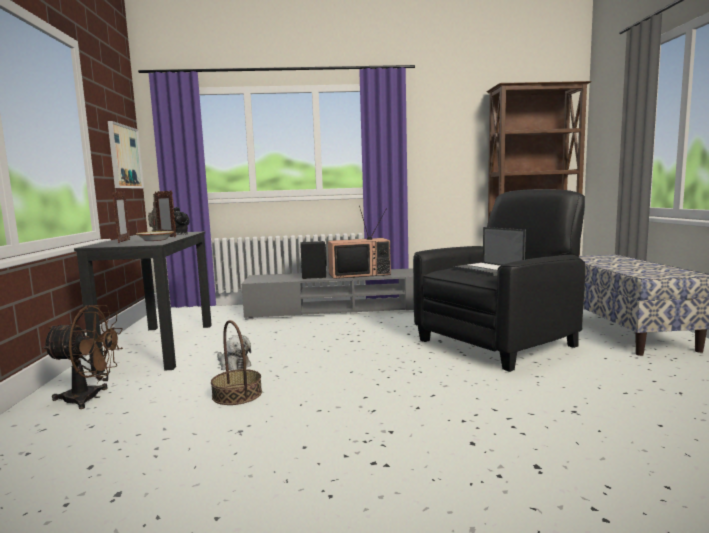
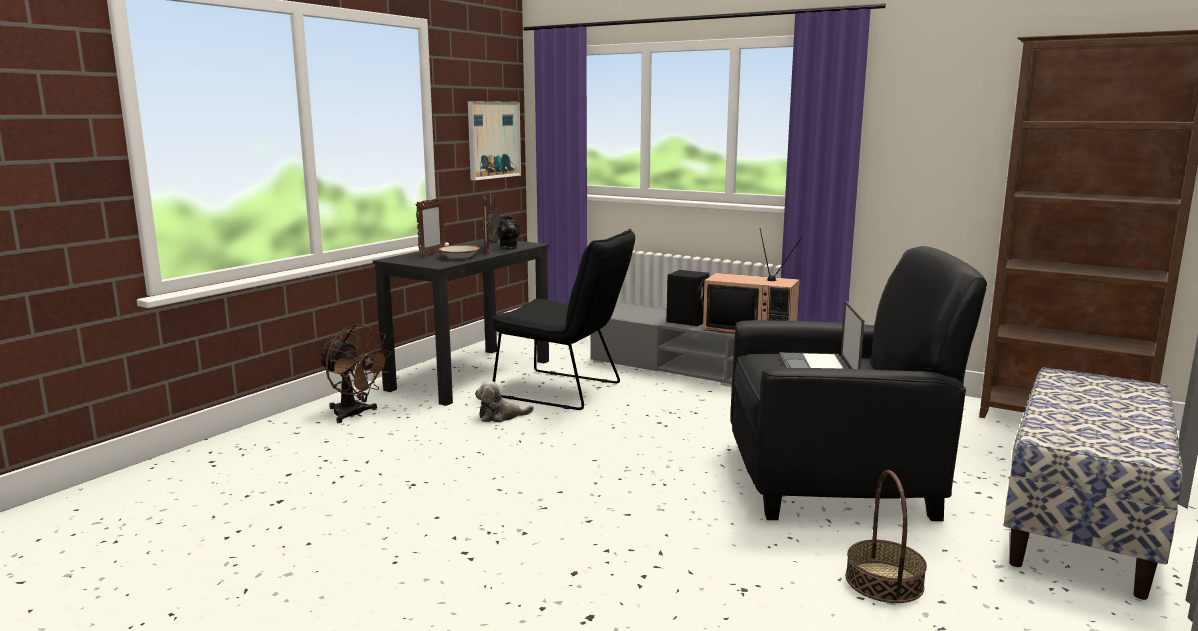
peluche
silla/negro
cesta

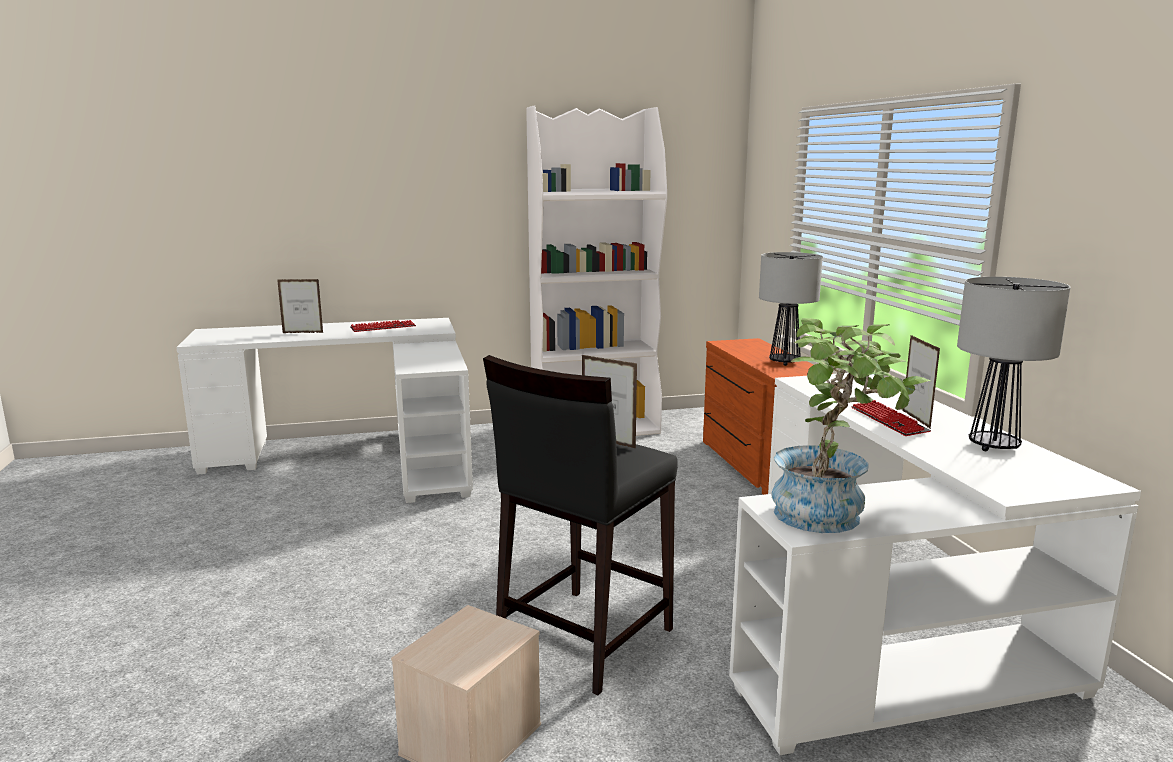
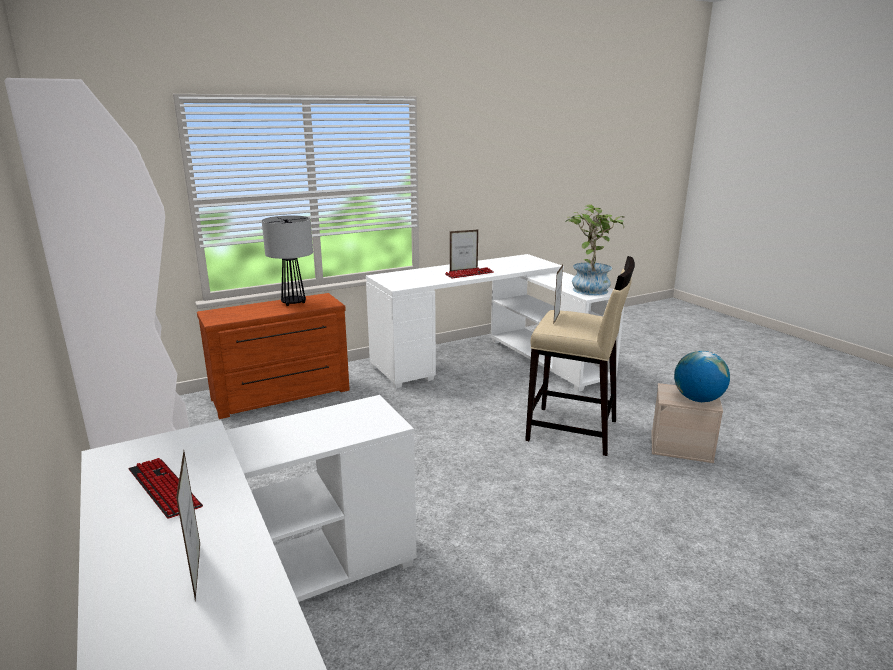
taburete/beis
globo terráqueo
lámpara de mesa (2nd from left in the first image)

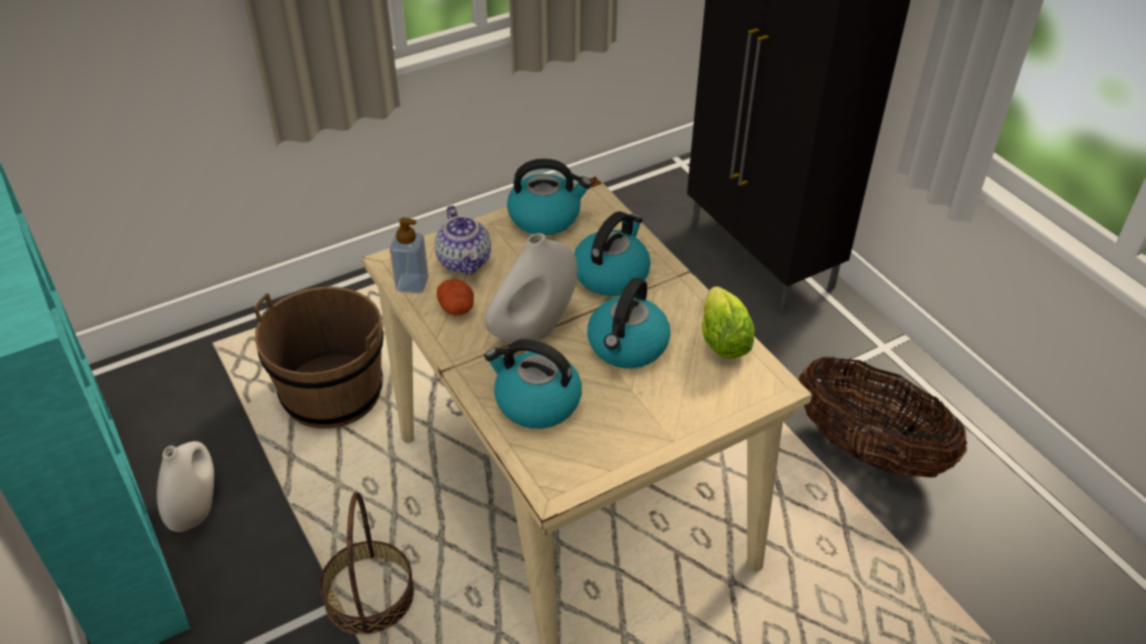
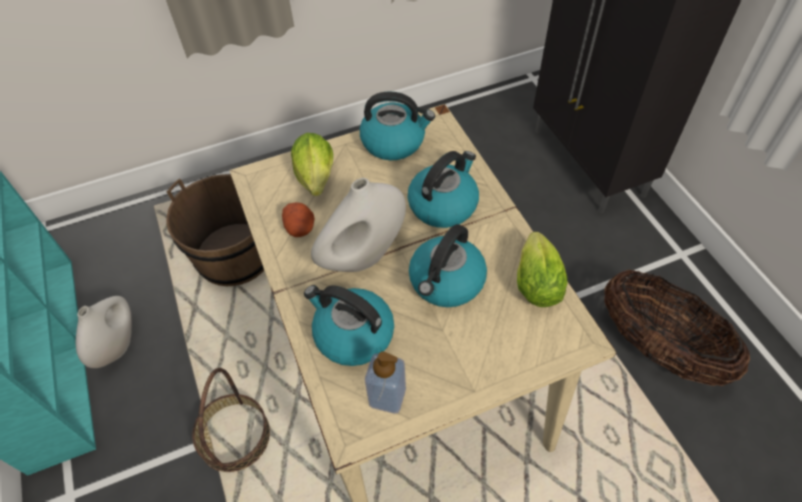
lechuga (1st from left)
dispensador de jabón

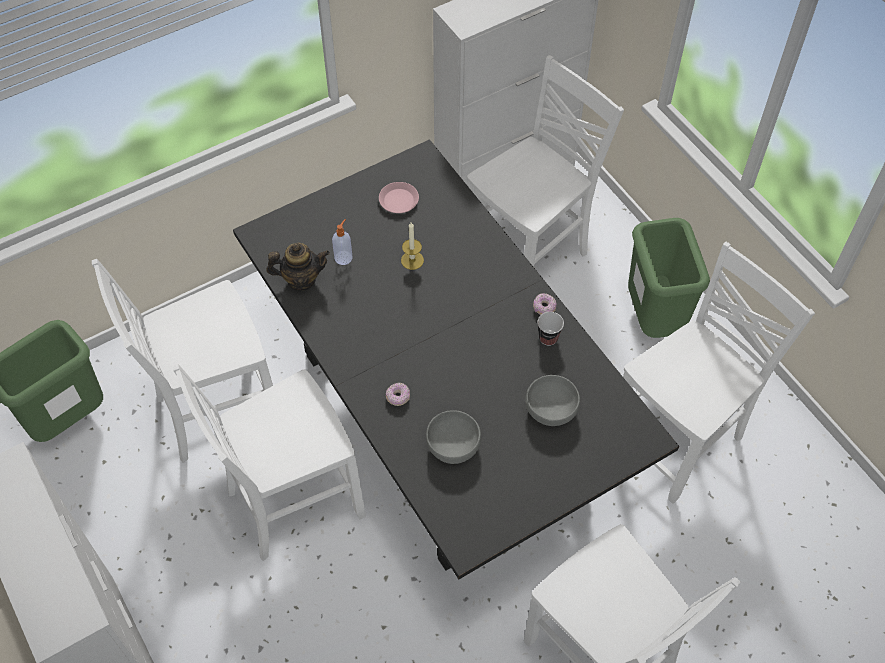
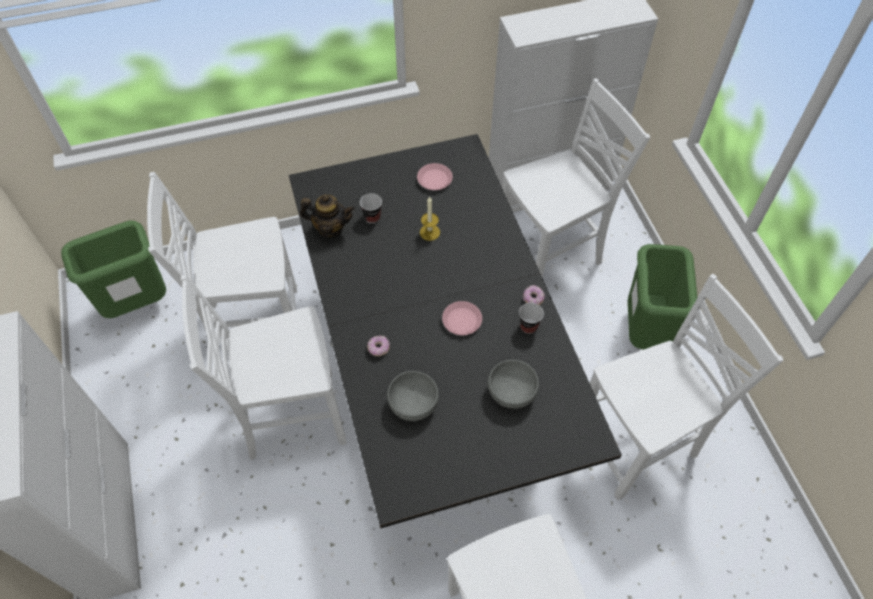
taza (1st from left)
plato/rosa (2nd from left)

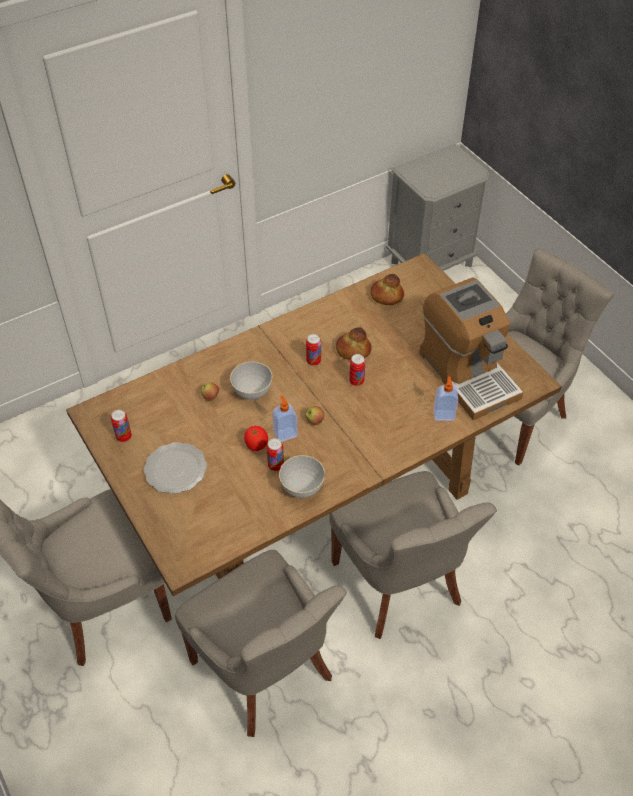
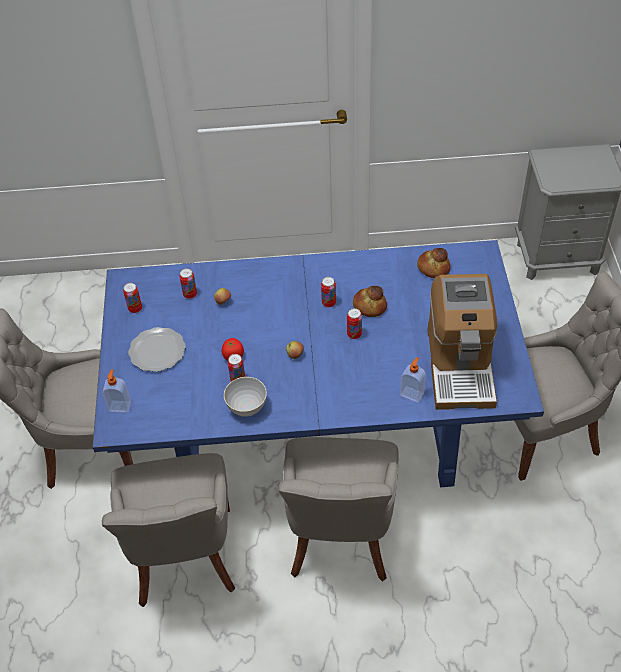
mesa de comedor/azul
dispensador de jabón (1st from left)
lata (2nd from left)
cuenco/gris (1st from left in the first image)

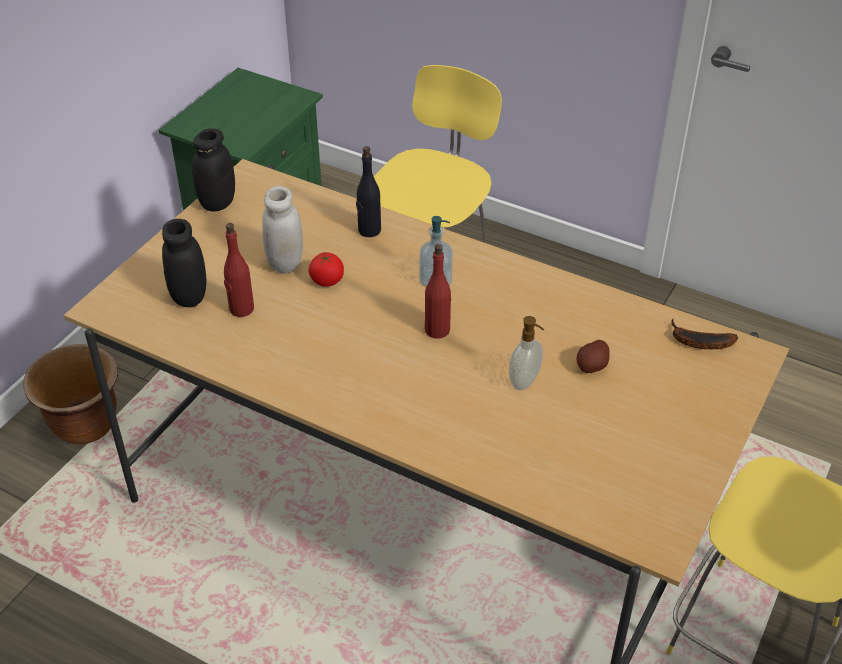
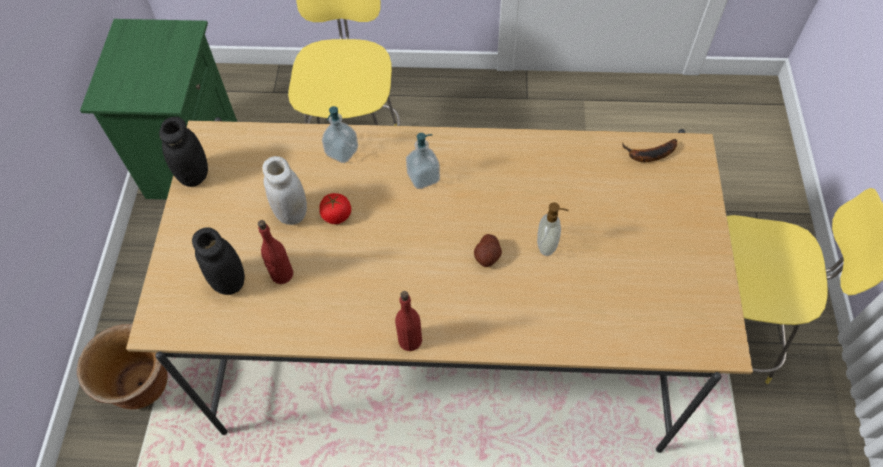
dispensador de jabón (1st from left)
botella/rojo (2nd from left)
patata

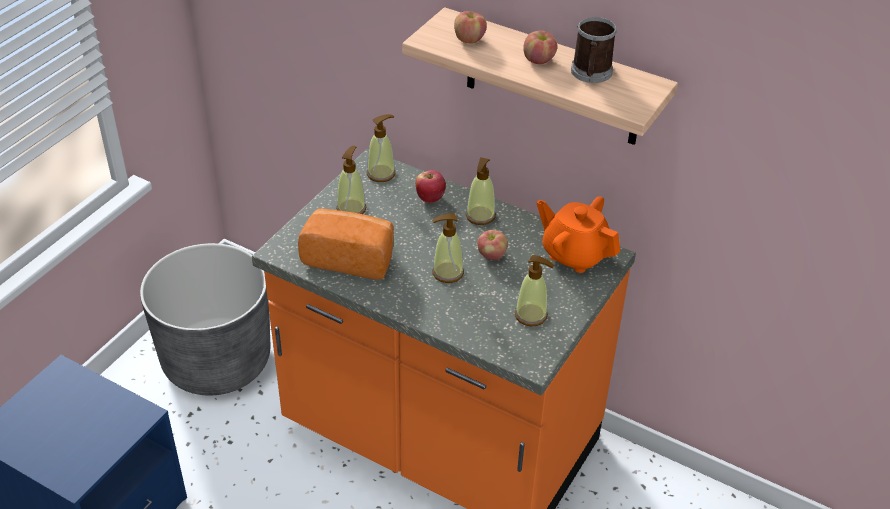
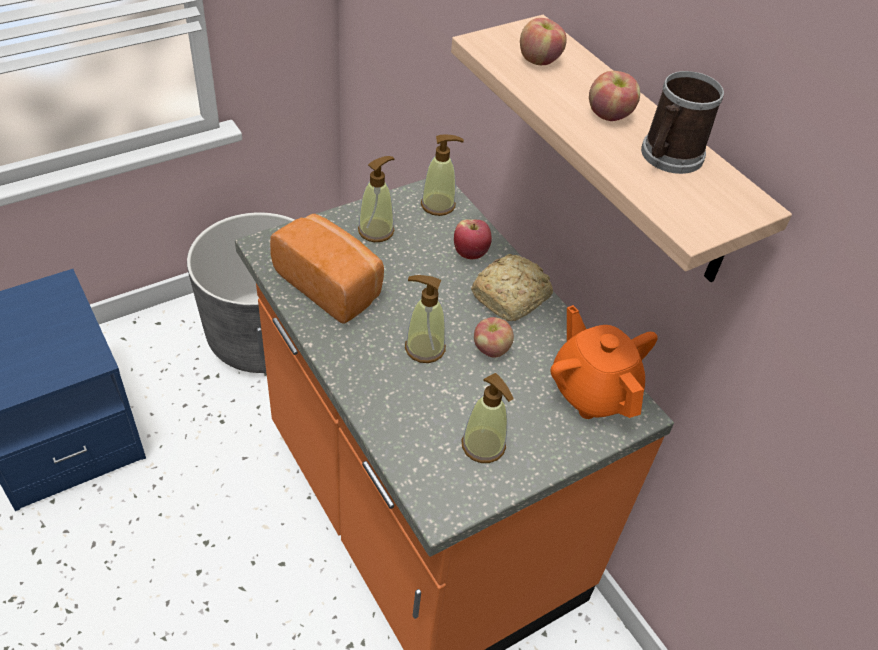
pan (2nd from left)

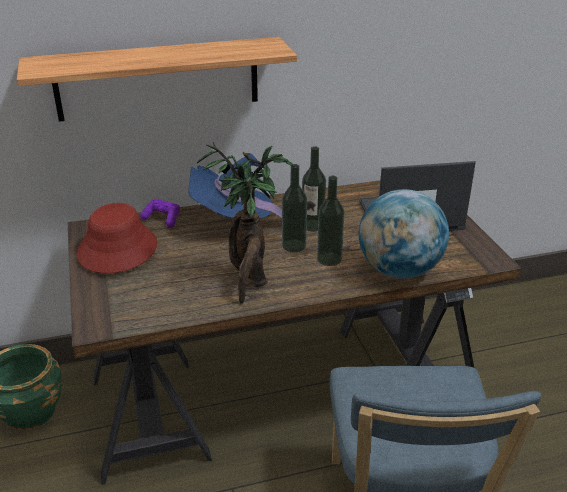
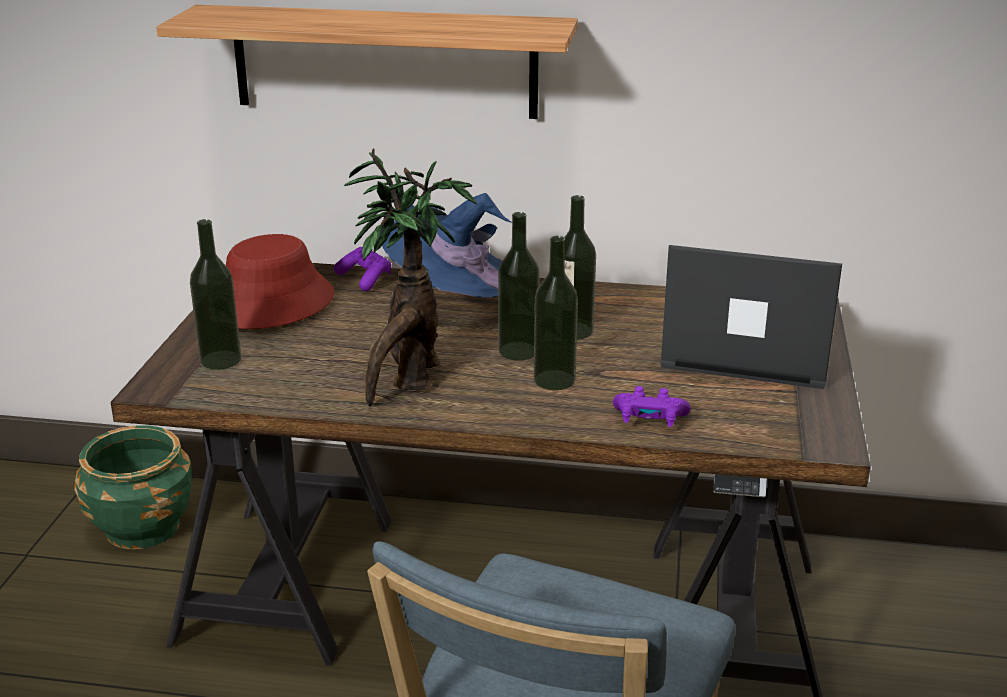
botella (1st from left)
mando de consola/morado (2nd from left)

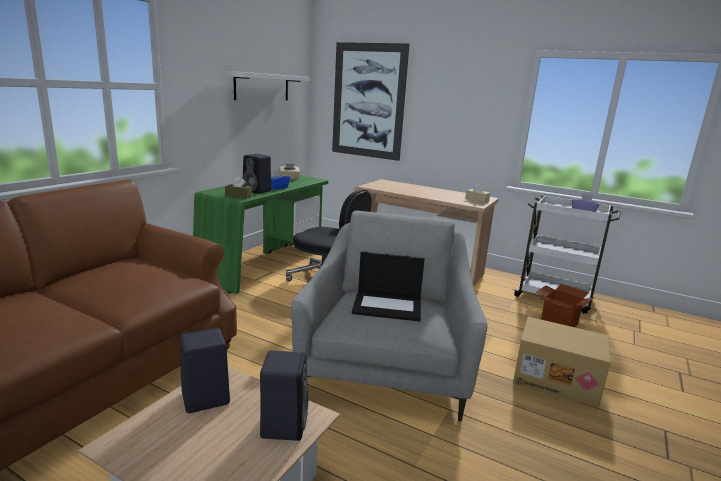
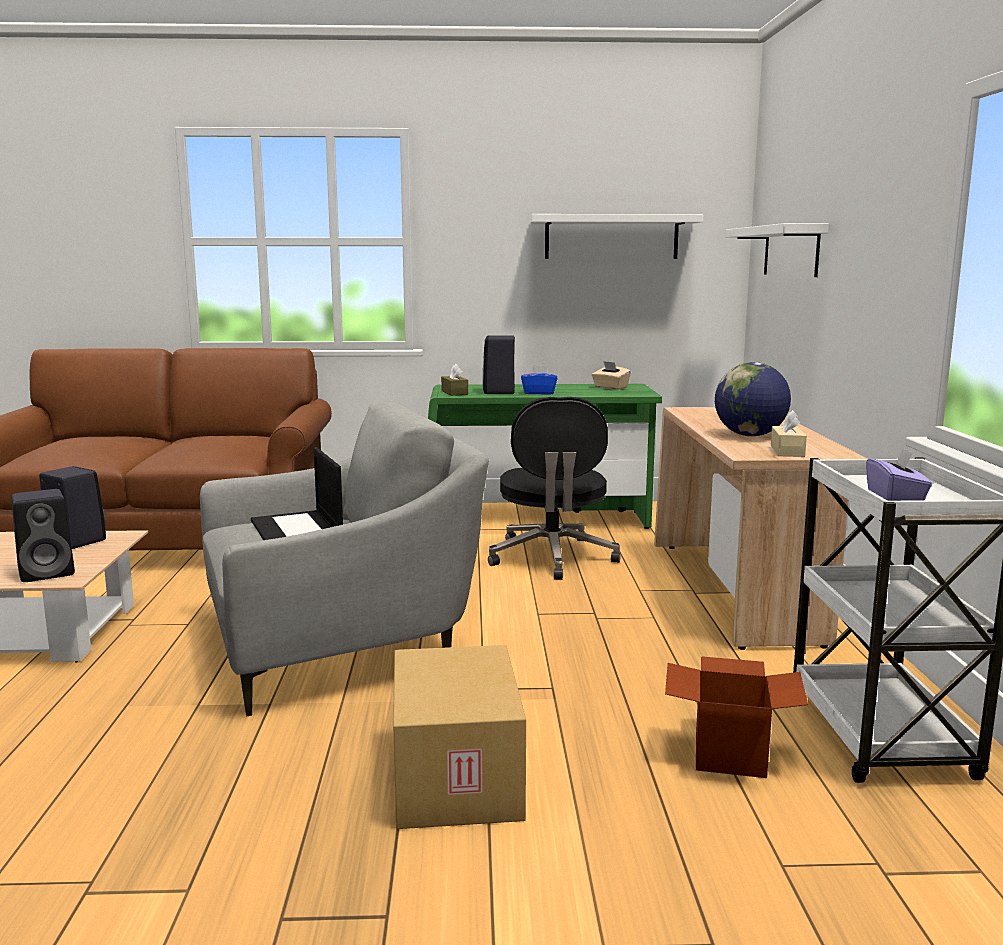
globo terráqueo
estante/blanco (2nd from left)

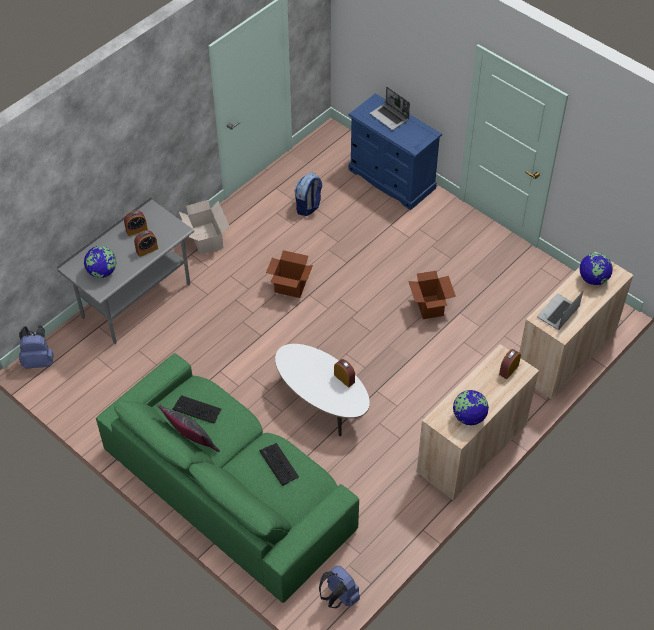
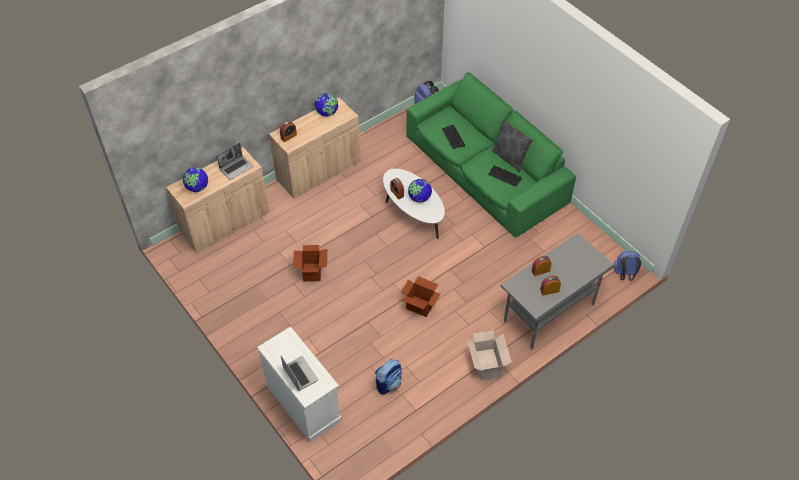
cómoda/blanco
globo terráqueo (3rd from left)

